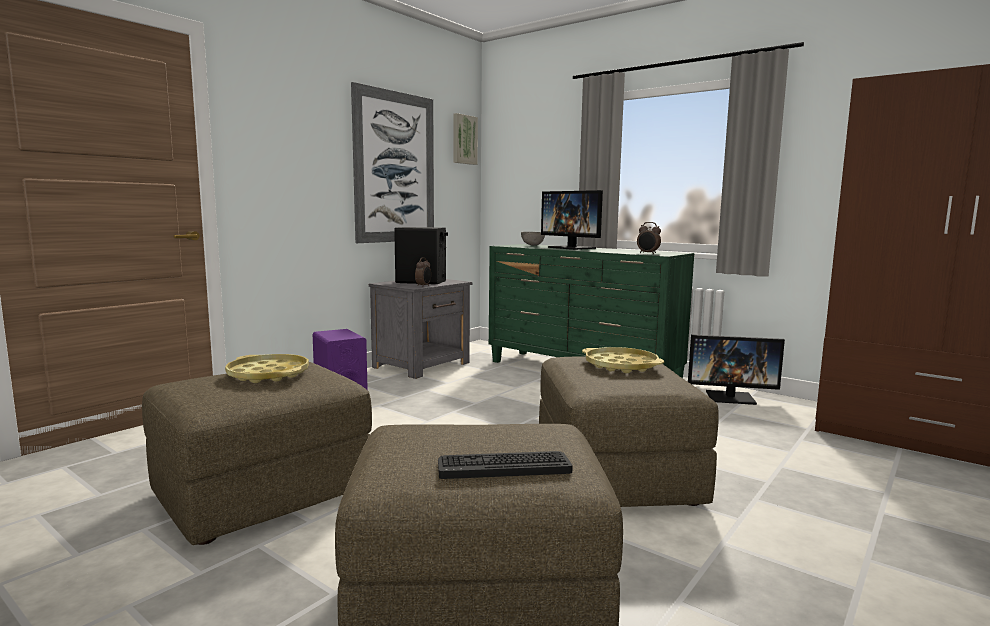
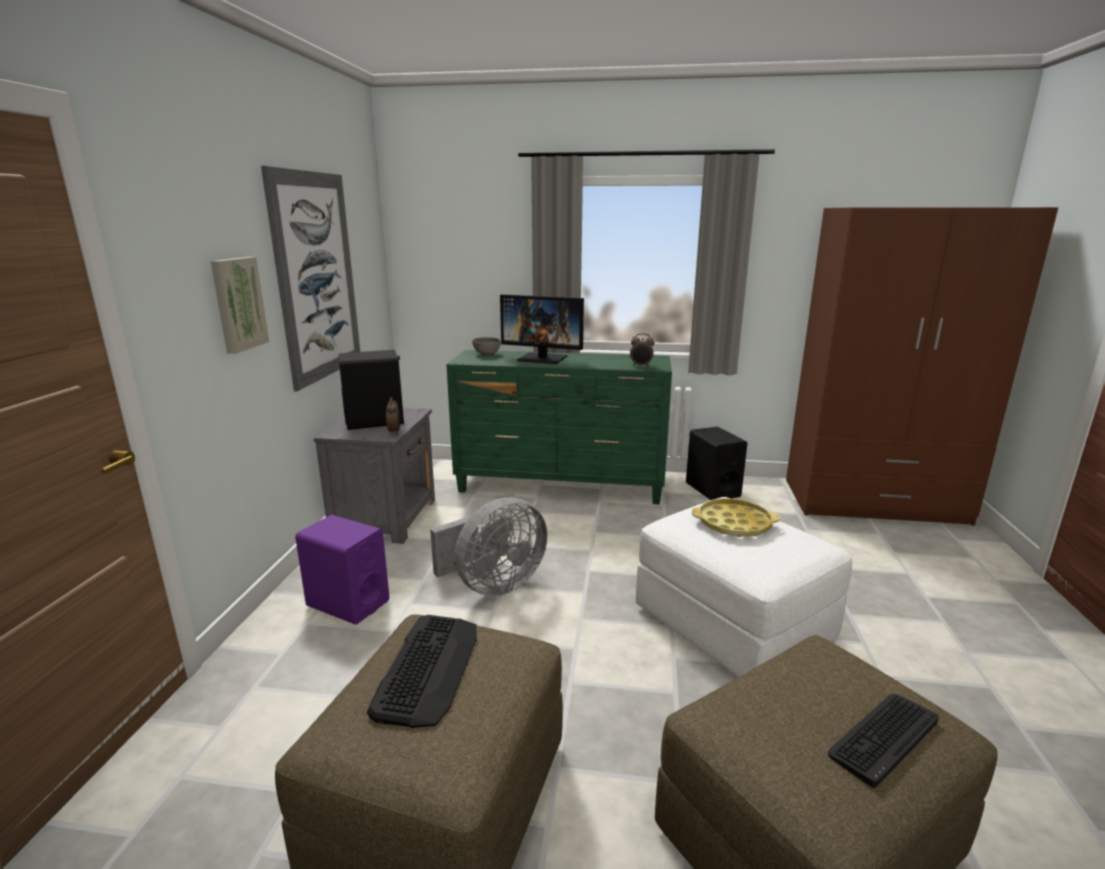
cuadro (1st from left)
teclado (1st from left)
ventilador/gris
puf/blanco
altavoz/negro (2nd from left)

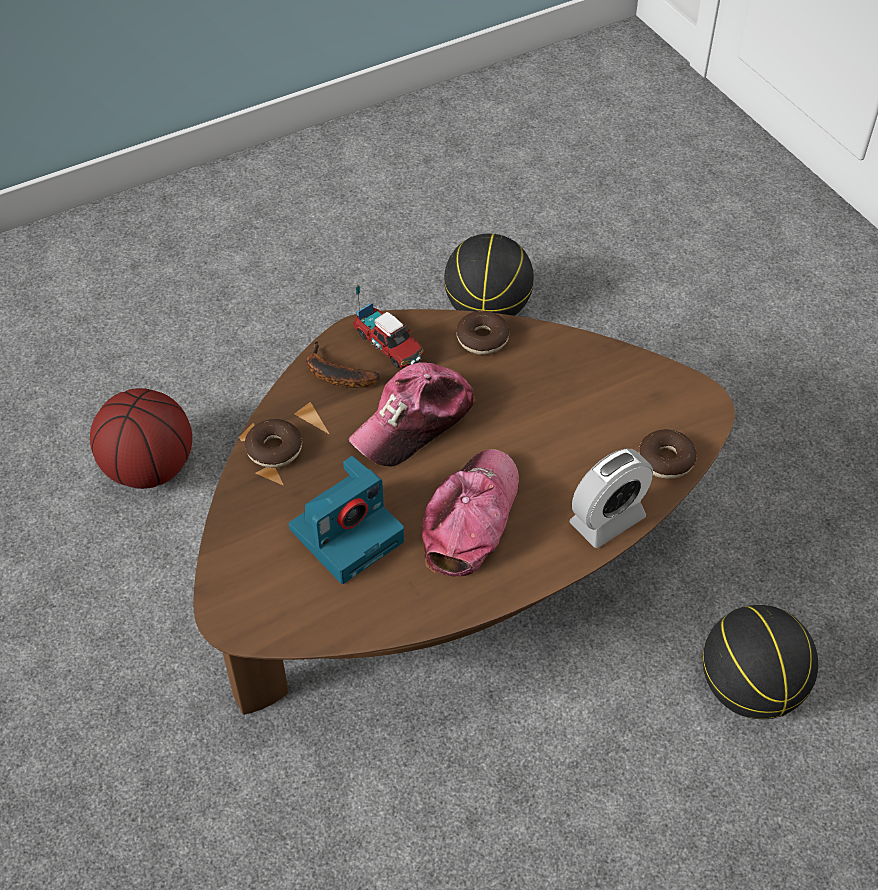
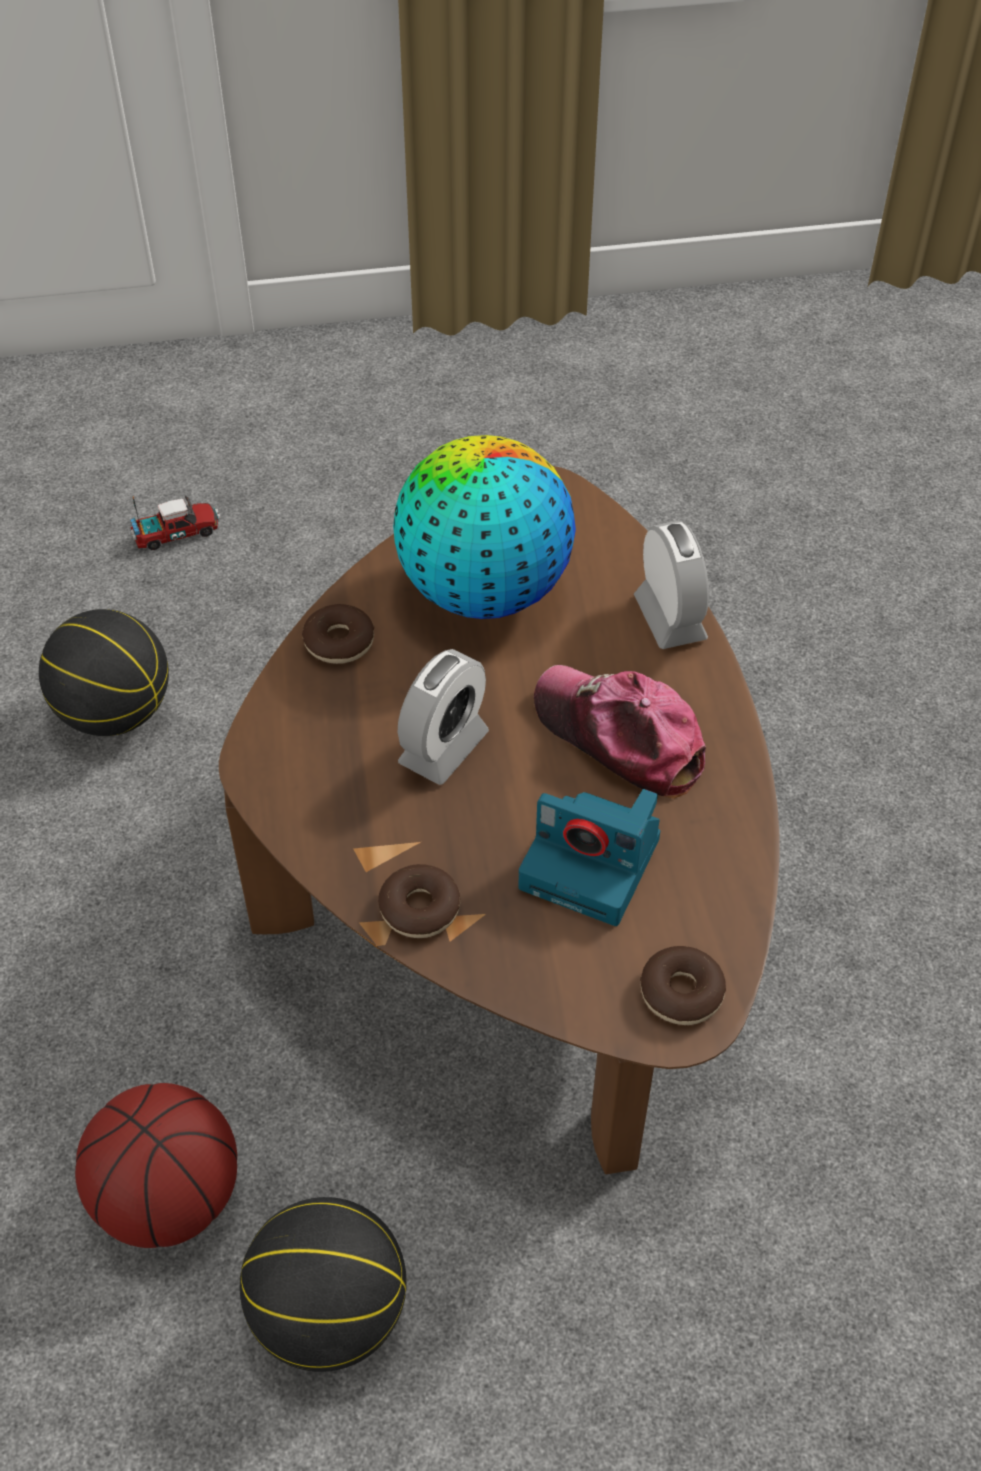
camión de juguete
balón de baloncesto (3rd from left)
globo terráqueo
despertador (1st from left)
cámara
rosquilla (3rd from left)
plátano

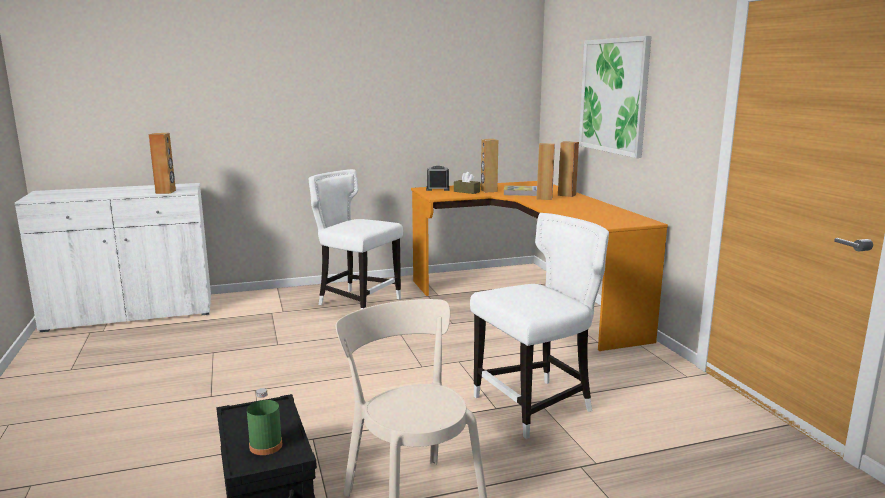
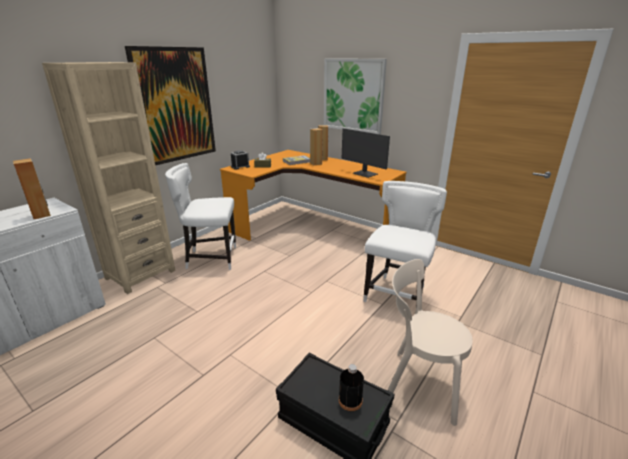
estantería/beis
cuadro (1st from left)
botella/negro
monitor
altavoz/marrón (2nd from left in the first image)

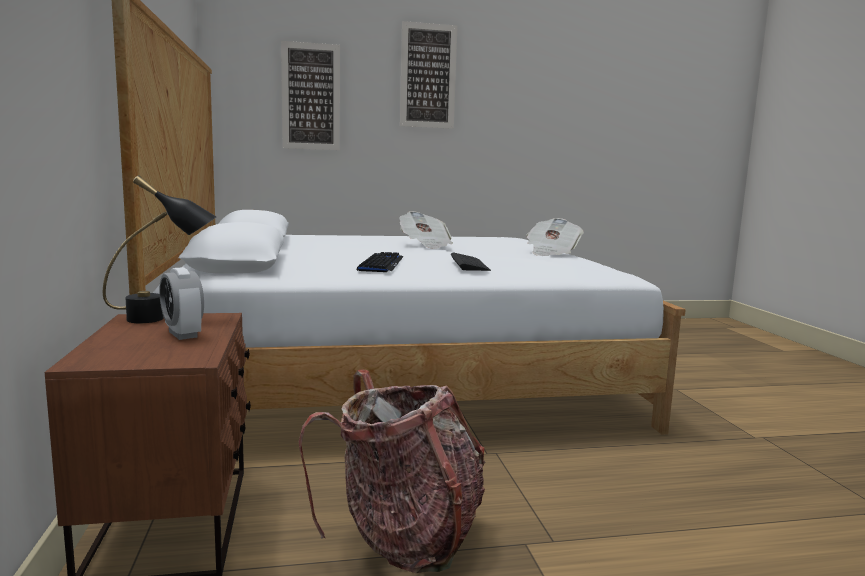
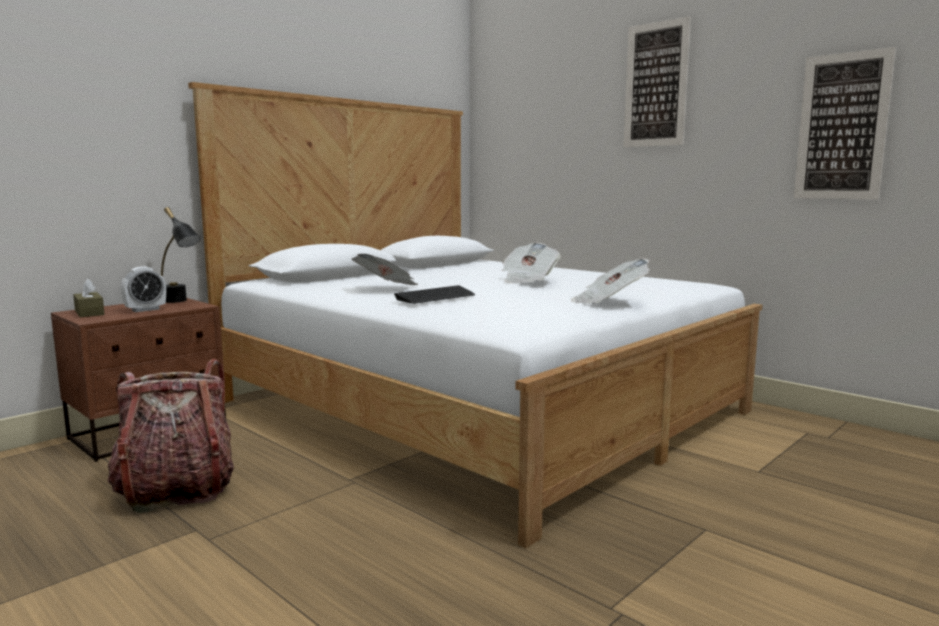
caja de pañuelos/marrón
despertador
periódico (1st from left)
cuadro (2nd from left)

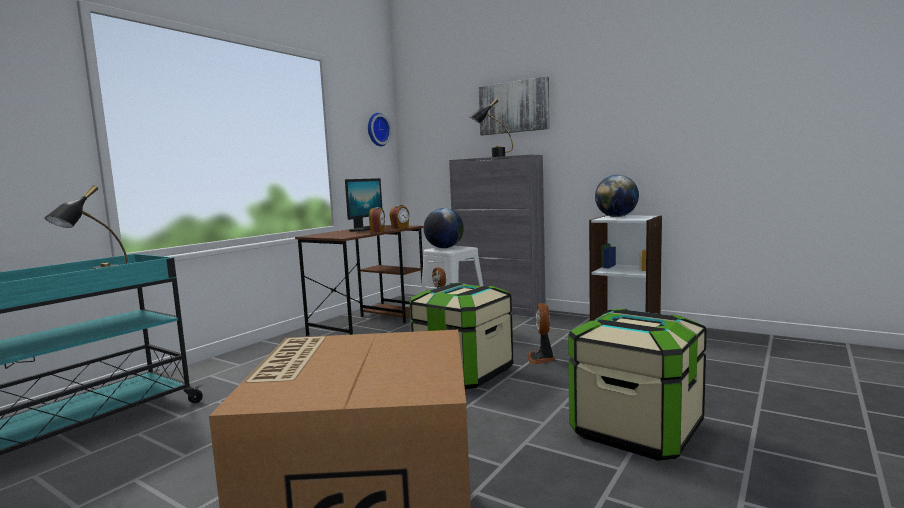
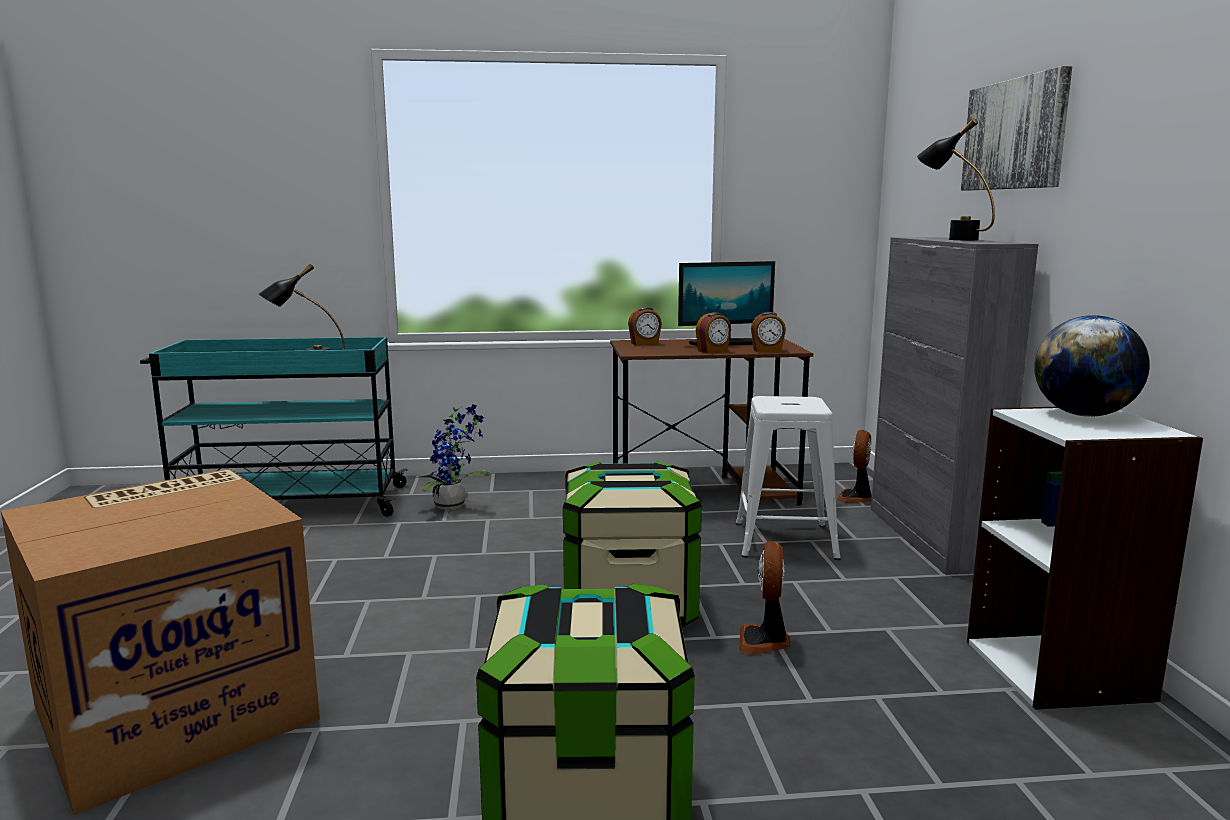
planta en maceta
despertador (1st from left)
ventilador (1st from left)
reloj de pared
globo terráqueo (1st from left in the first image)

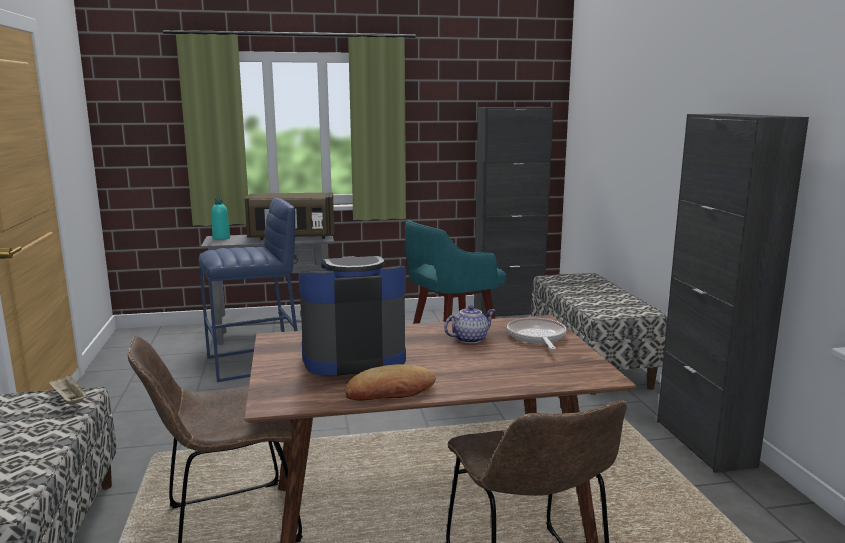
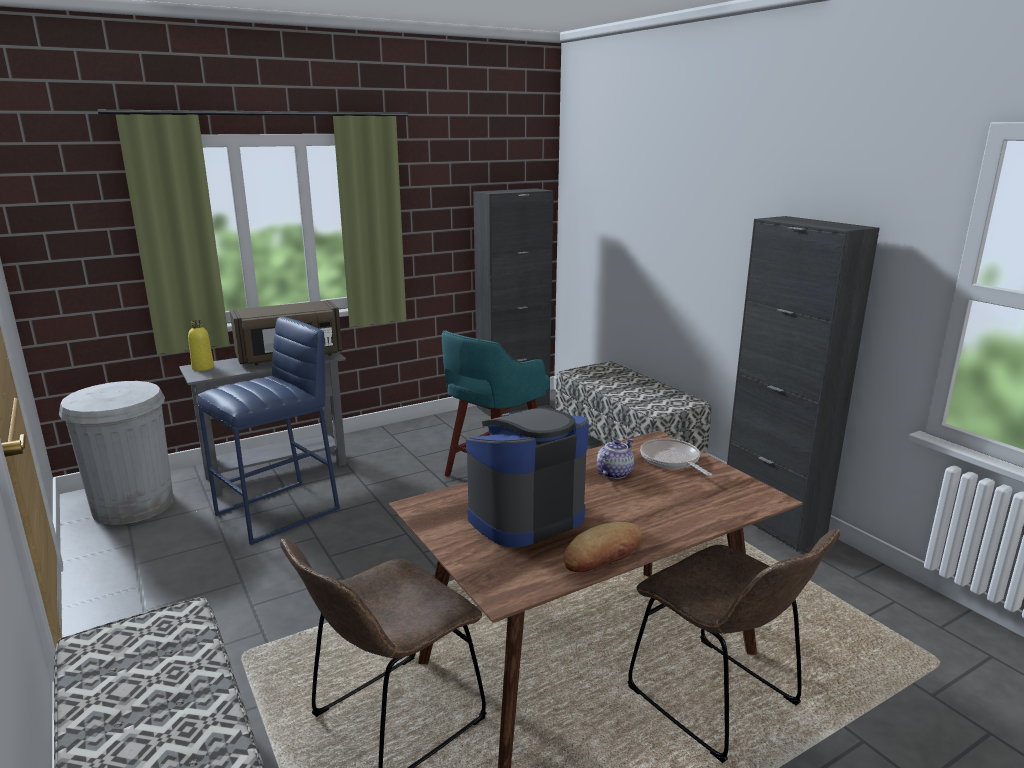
papelera/blanco
botella/amarillo
bandeja/beis

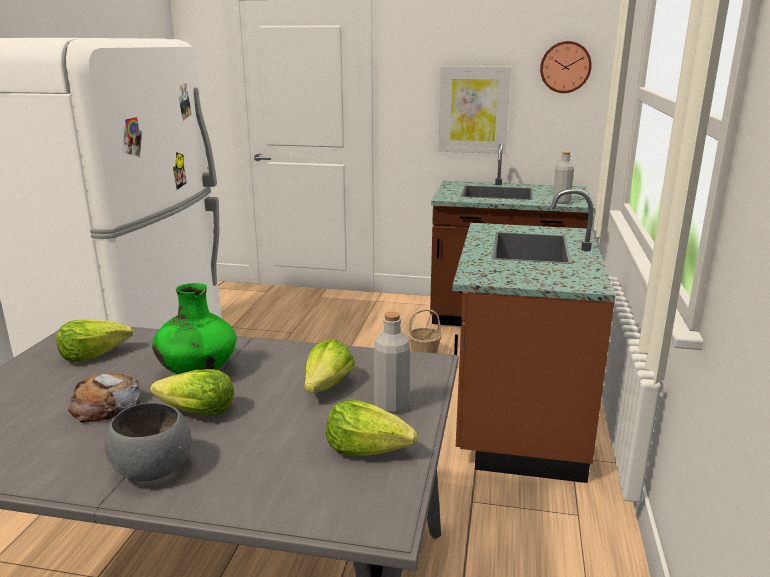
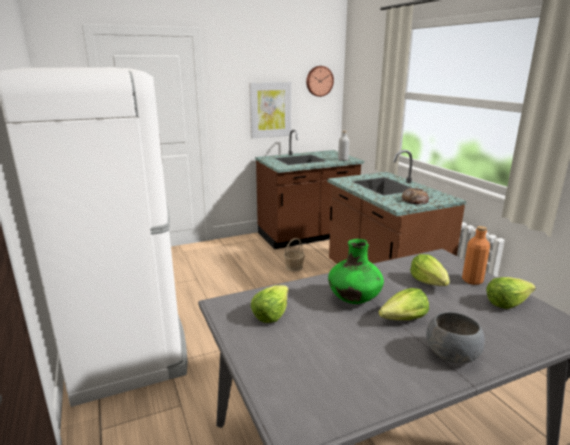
pan
botella/naranja

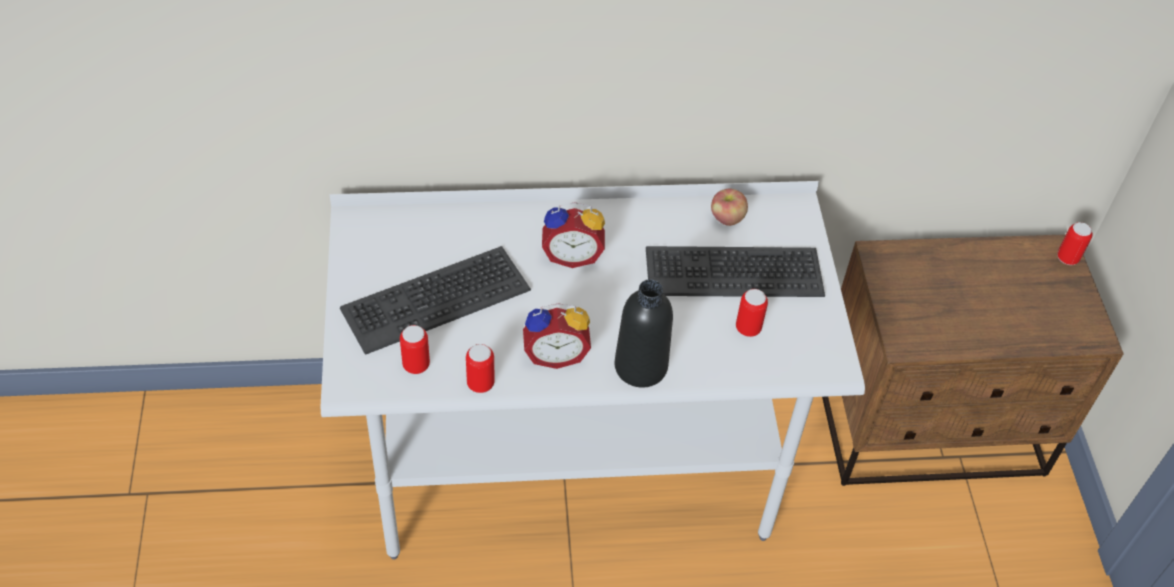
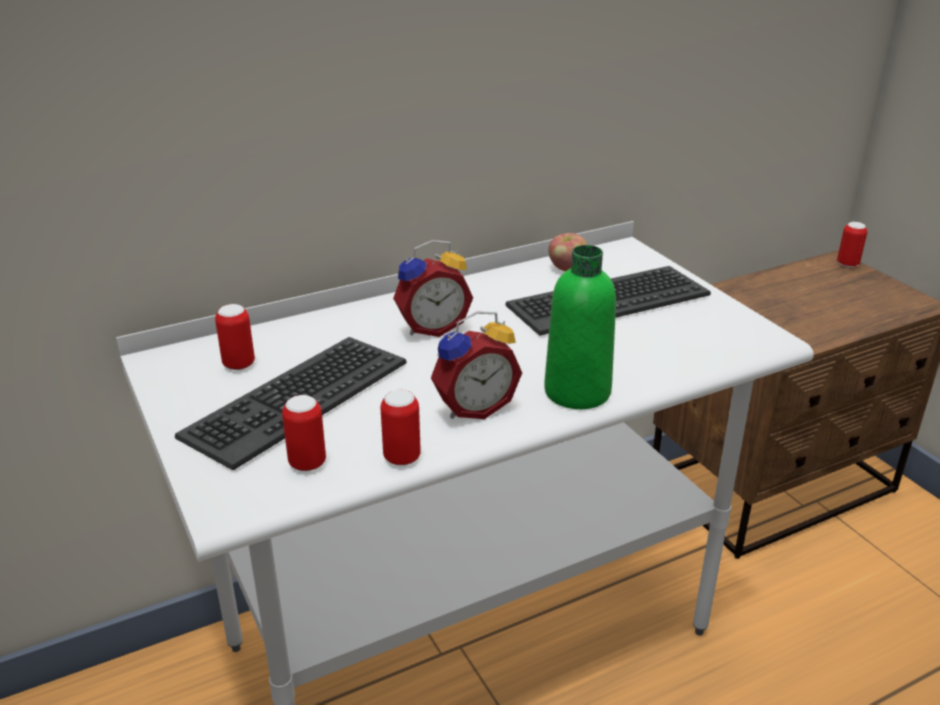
lata (1st from left)
botella/verde

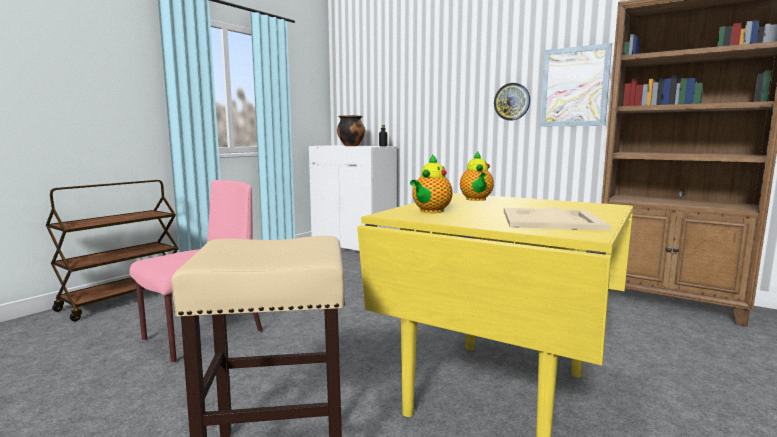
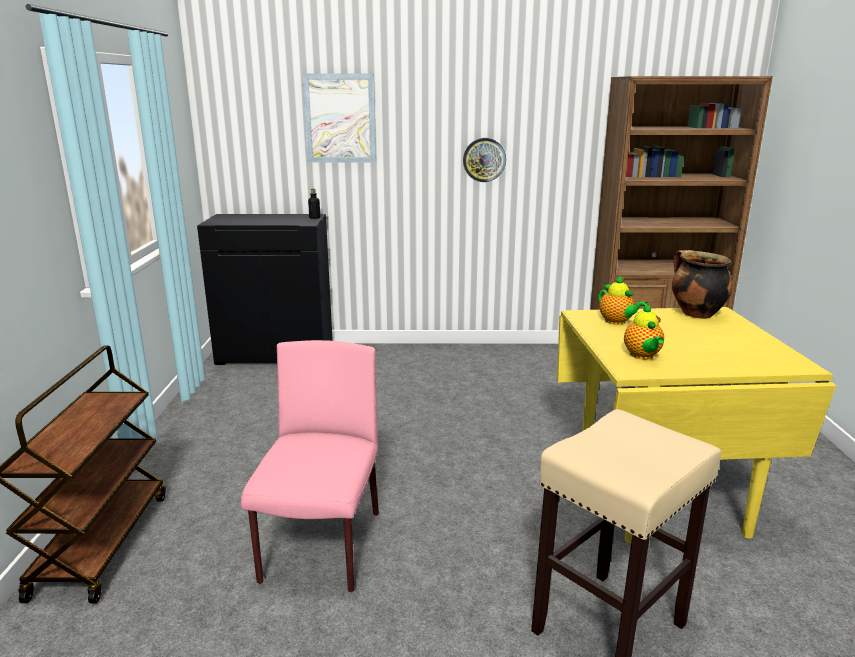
armario/negro
cuadro
olla
bandeja/beis

